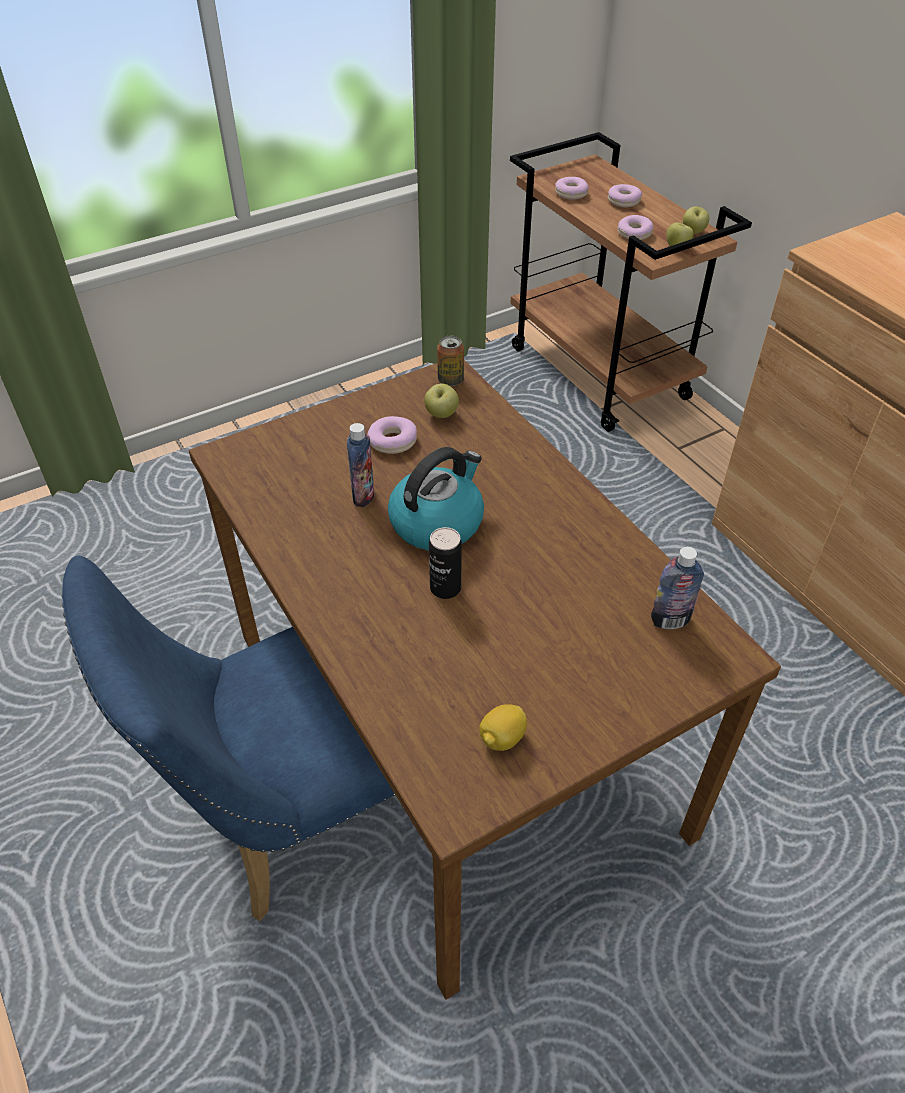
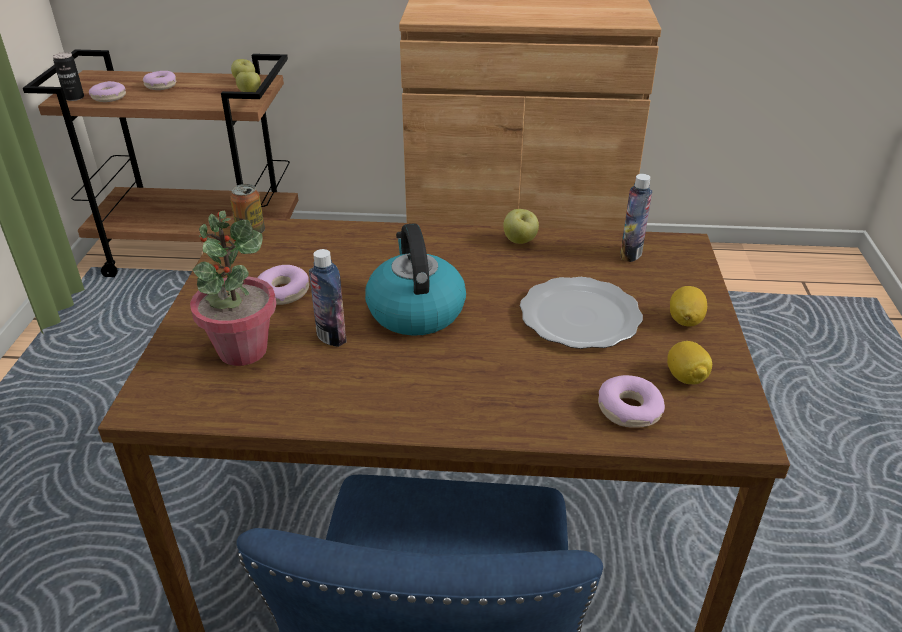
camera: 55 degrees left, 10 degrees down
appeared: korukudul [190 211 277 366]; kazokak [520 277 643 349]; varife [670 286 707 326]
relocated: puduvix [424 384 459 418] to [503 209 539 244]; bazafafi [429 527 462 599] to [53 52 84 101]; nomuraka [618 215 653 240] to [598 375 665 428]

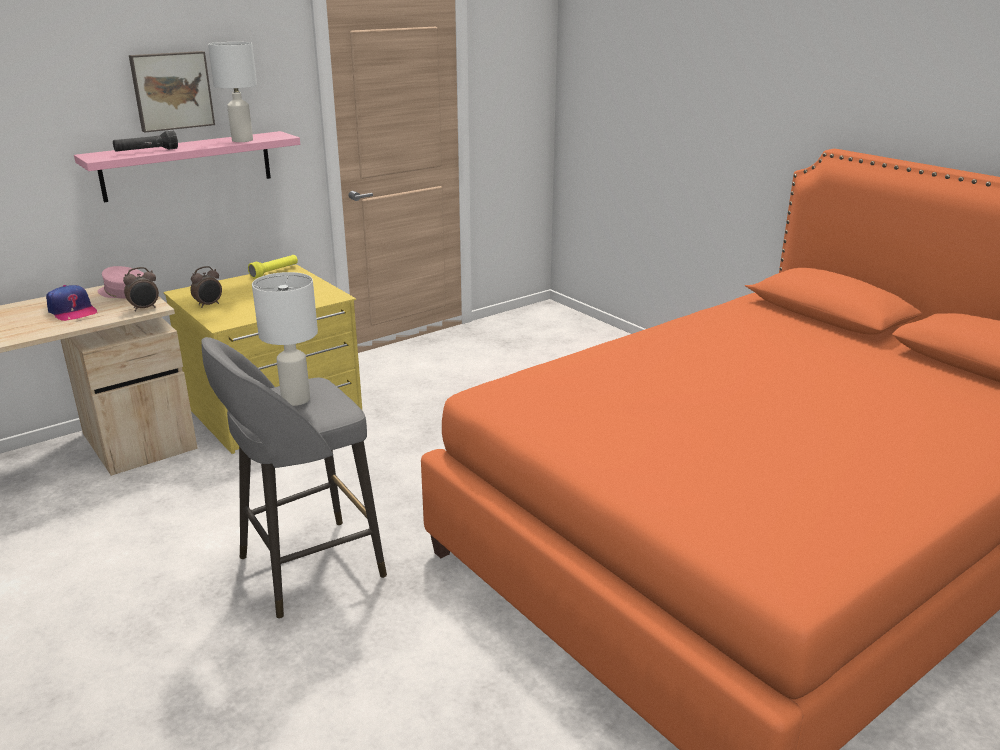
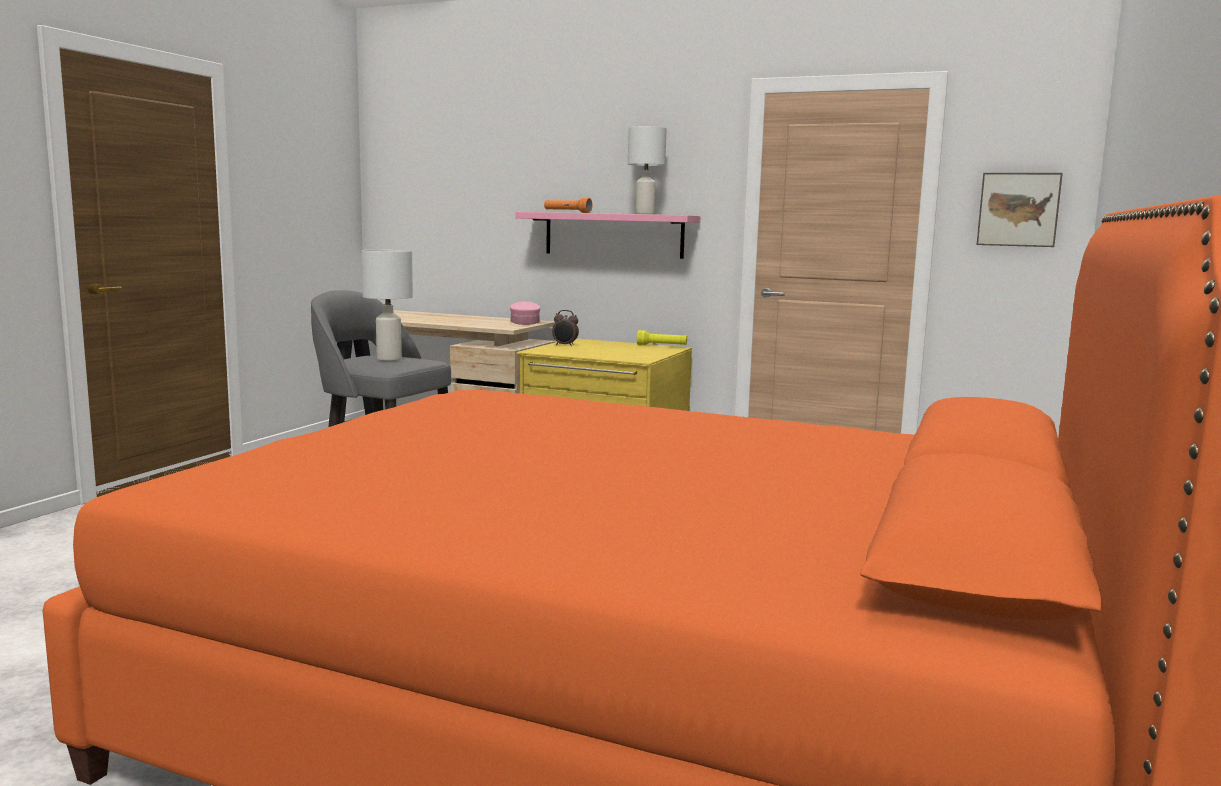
camera: 60 degrees right, 15 degrees down
missing: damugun [46 285 97 321]; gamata [123 267 159 311]
relocated: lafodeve [129 51 215 132] to [976 173 1063 247]
colour: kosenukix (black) [113 131 178 152] to kosenukix (orange) [544 198 592 213]

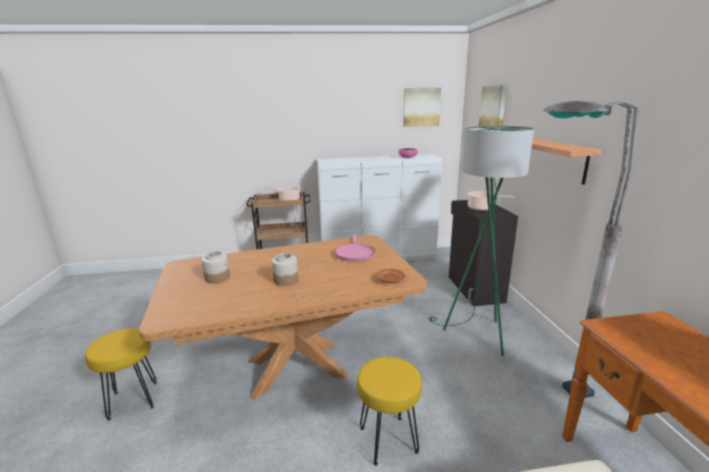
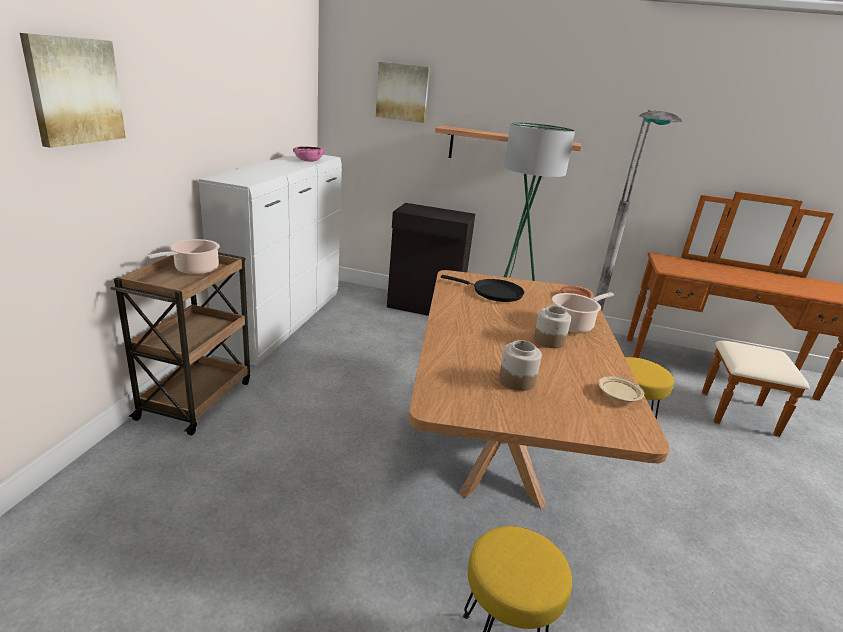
camera: 70 degrees left, 5 degrees up
appeared: kazokak (beige) [599 376 644 402]
relocated: lafodeve [403 87 441 127] to [20 33 126 148]; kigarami [467 191 514 211] to [552 292 614 333]
colour: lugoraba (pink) [335 234 375 262] to lugoraba (black) [441 275 524 302]

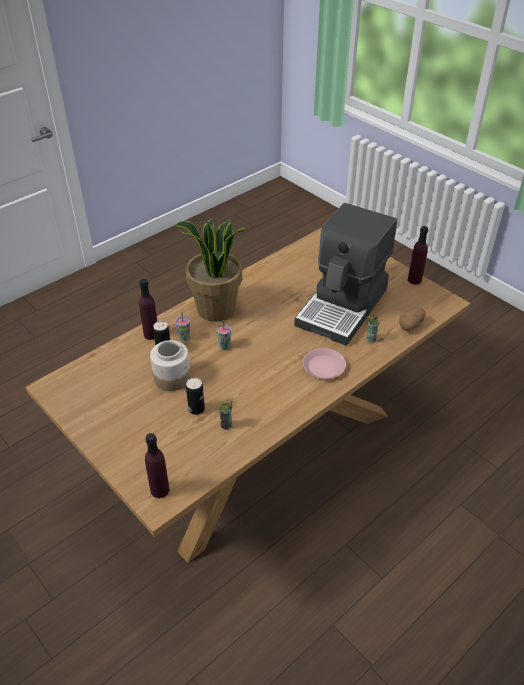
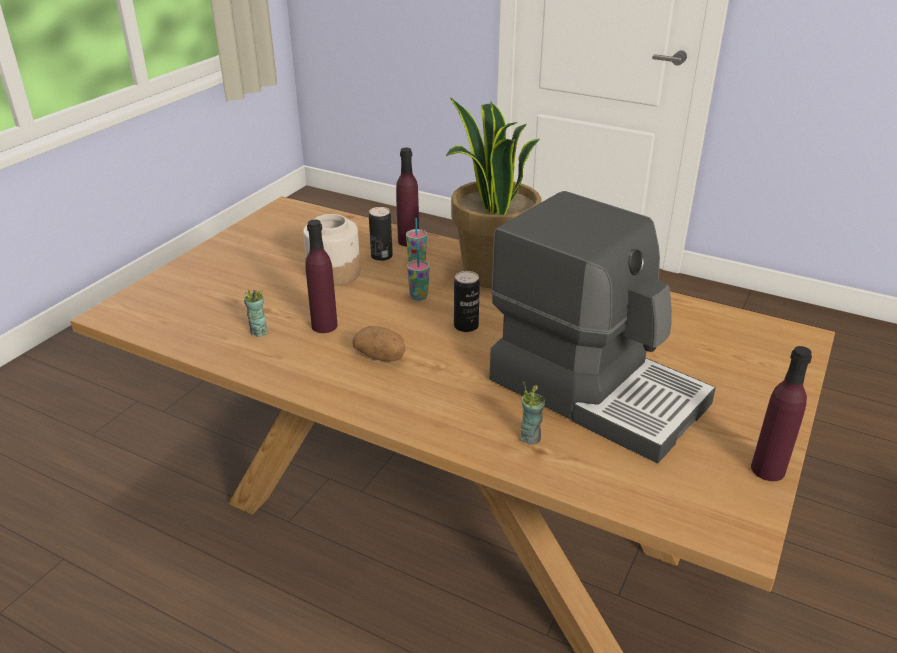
camera: 70 degrees right, 10 degrees down
missing: kazokak (pink) [303 348 346 379]
relocated: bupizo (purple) [145 433 169 498] to [305 220 337 333]; bazafafi [186 378 205 415] to [454 271 480 332]; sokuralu [399 308 425 331] to [352 326 405 362]
spun: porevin [294 203 397 346] = [490 191 716 463] 150 degrees counterclockwise

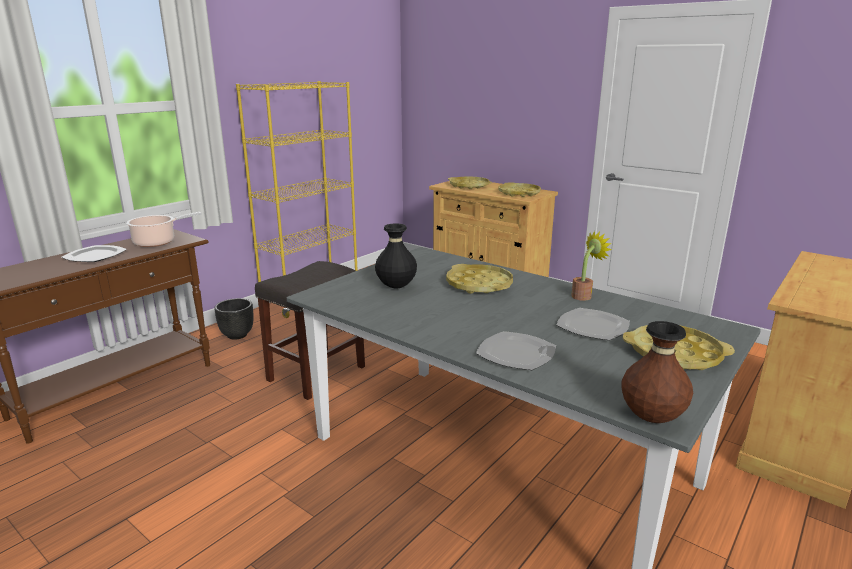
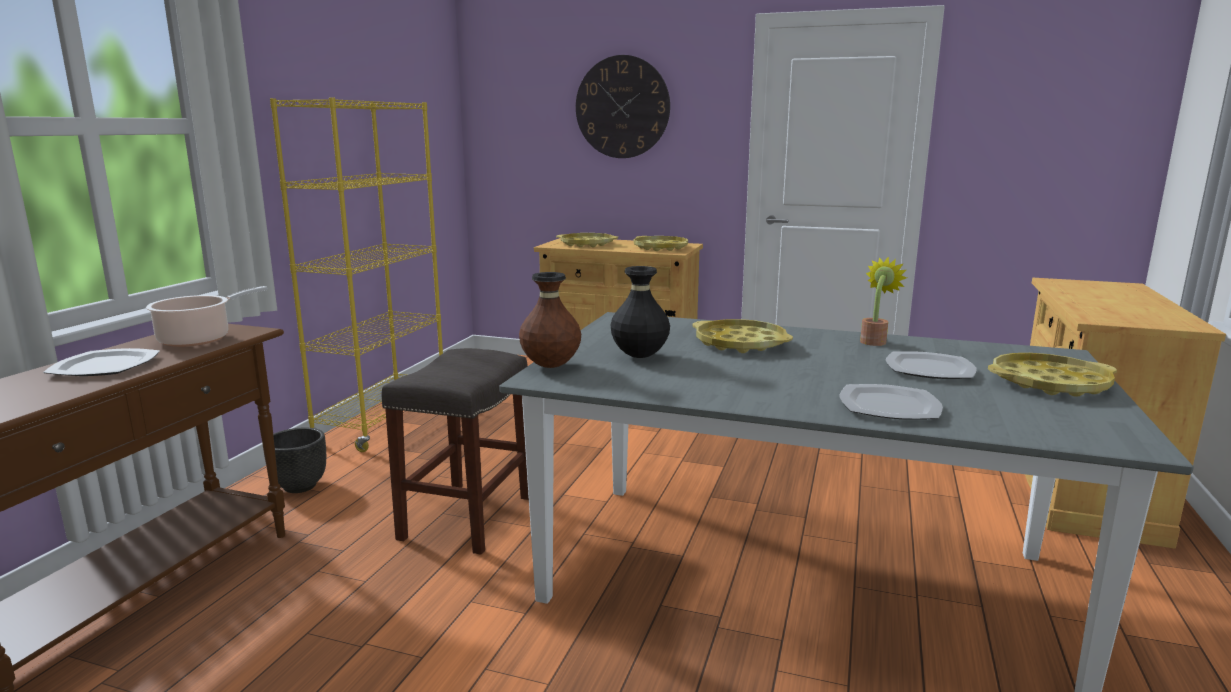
camera: 20 degrees left, 5 degrees down
appeared: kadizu [576 55 670 158]
relocated: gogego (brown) [621 321 693 423] to [519 272 581 368]

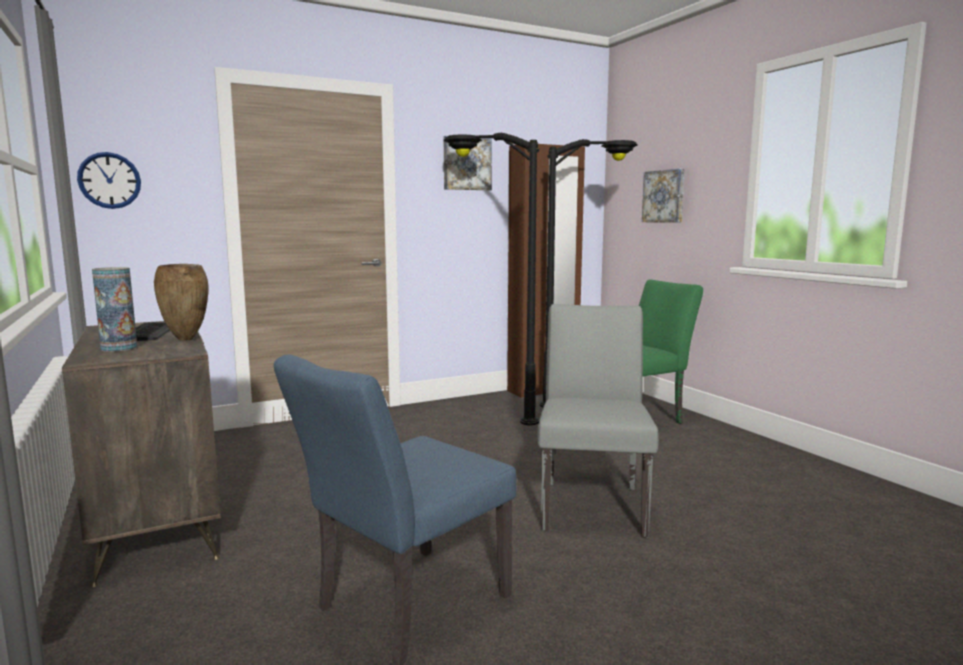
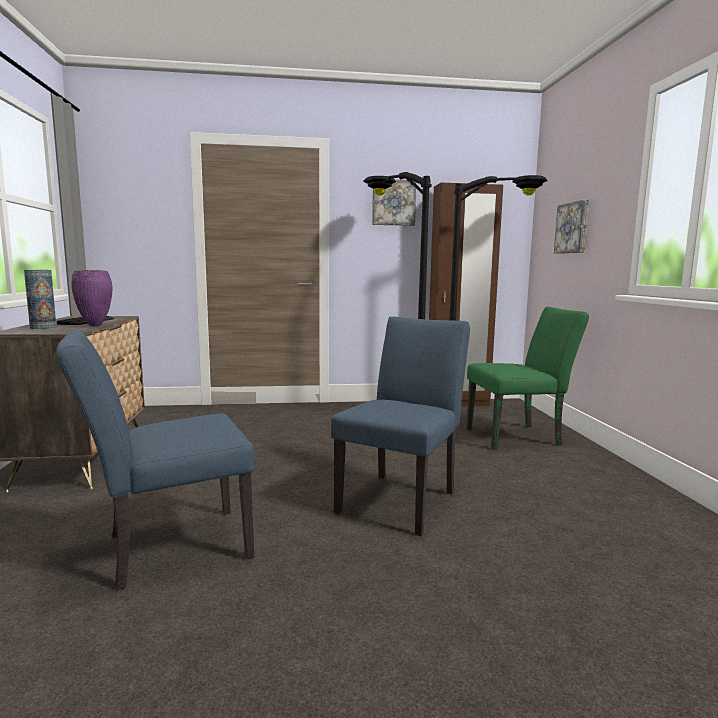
camera: 20 degrees right, 0 degrees up
missing: kadizu [77 152 141 209]
colour: gogego (brown) [154 264 209 341] to gogego (purple) [72 270 113 326]; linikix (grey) [537 304 659 538] to linikix (blue) [331 316 470 536]

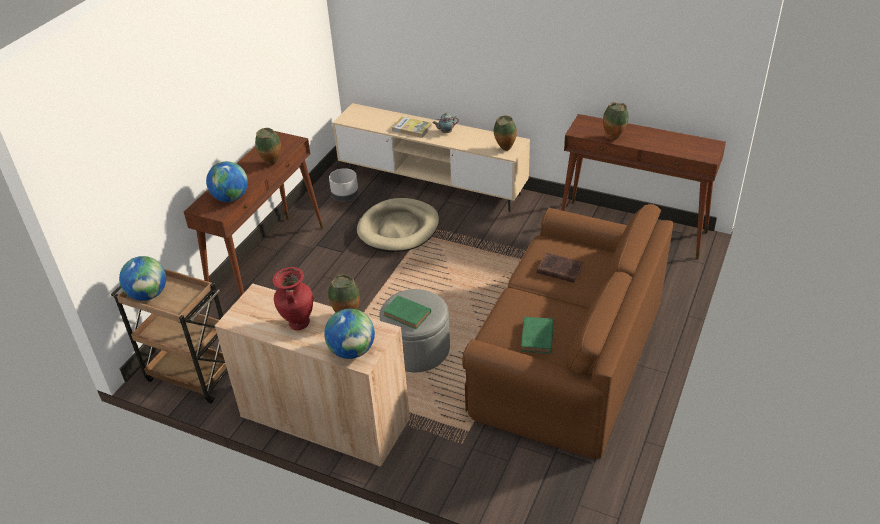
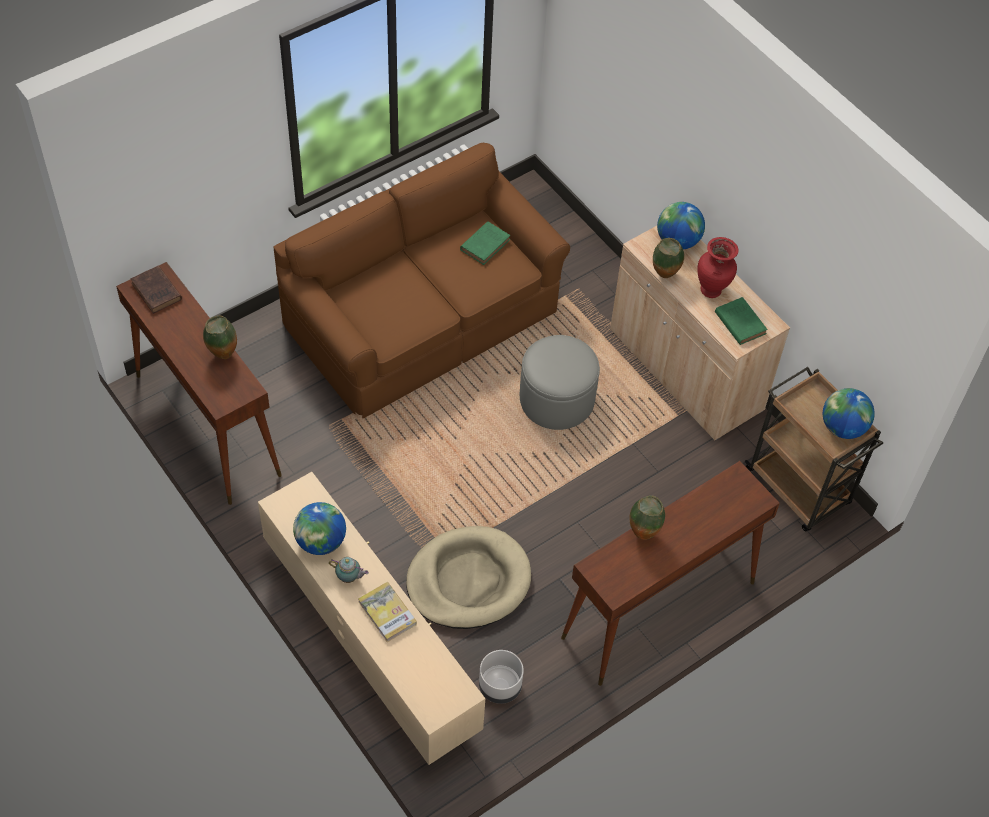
camera: 155 degrees left, 15 degrees up
missing: gogego [494 116 517 151]
relocated: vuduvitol [206 161 248 202] to [293 502 346 555]; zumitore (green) [383 295 431 329] to [715 297 768 345]; zumitore (brown) [537 253 583 283] to [131 266 182 314]

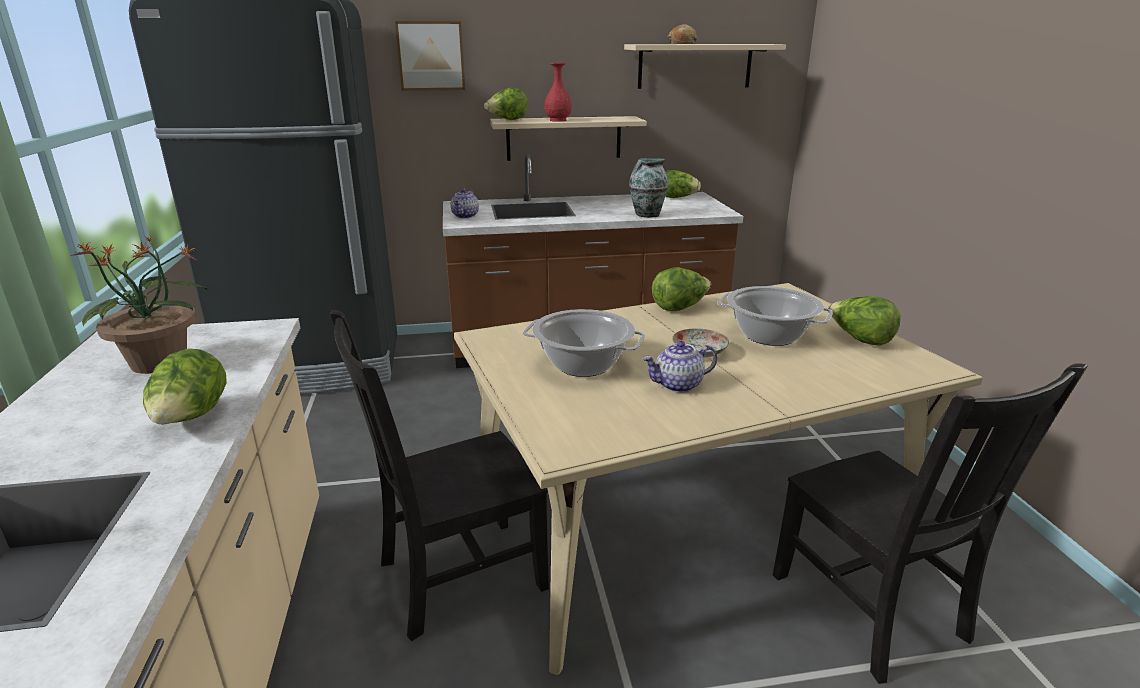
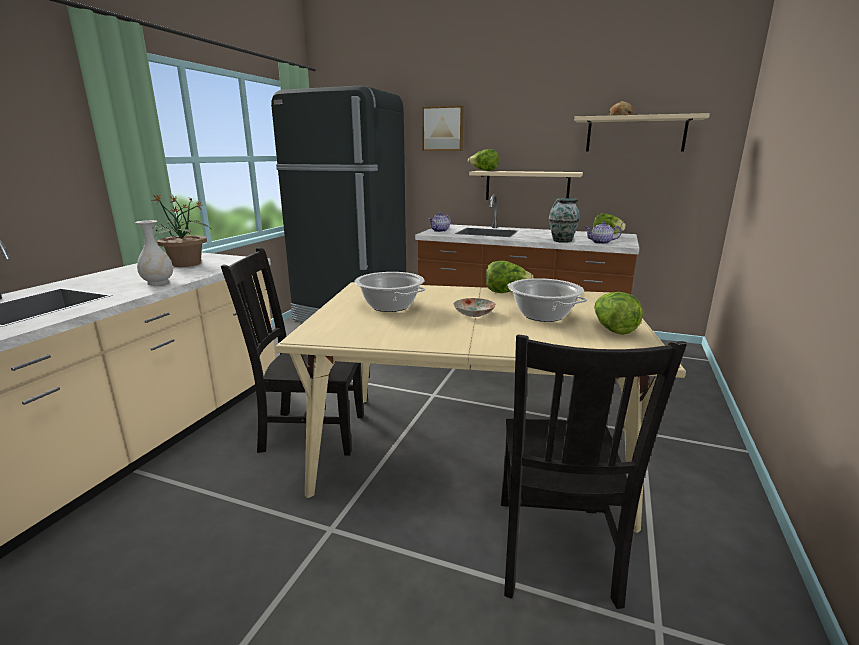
camera: 30 degrees right, 5 degrees down
missing: gogego (red) [545 63 572 122]
relocated: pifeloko [642 341 717 393] to [585 221 622 244]
exchanged: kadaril [143 348 227 424] to gogego (white) [135 220 173 285]

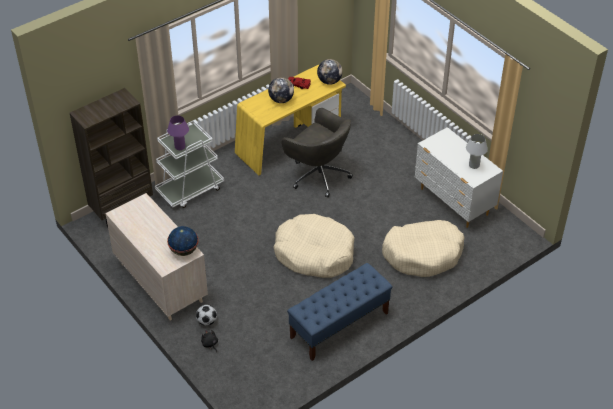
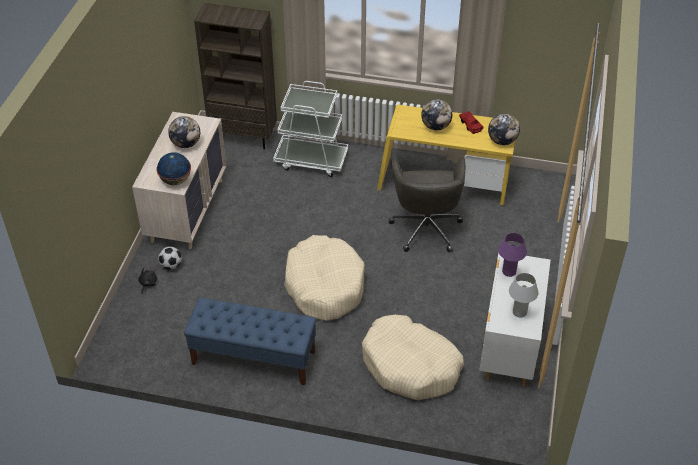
camera: 50 degrees right, 0 degrees up
appeared: vuduvitol [168 116 200 148]
relocated: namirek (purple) [167 115 189 150] to [498 233 527 277]

